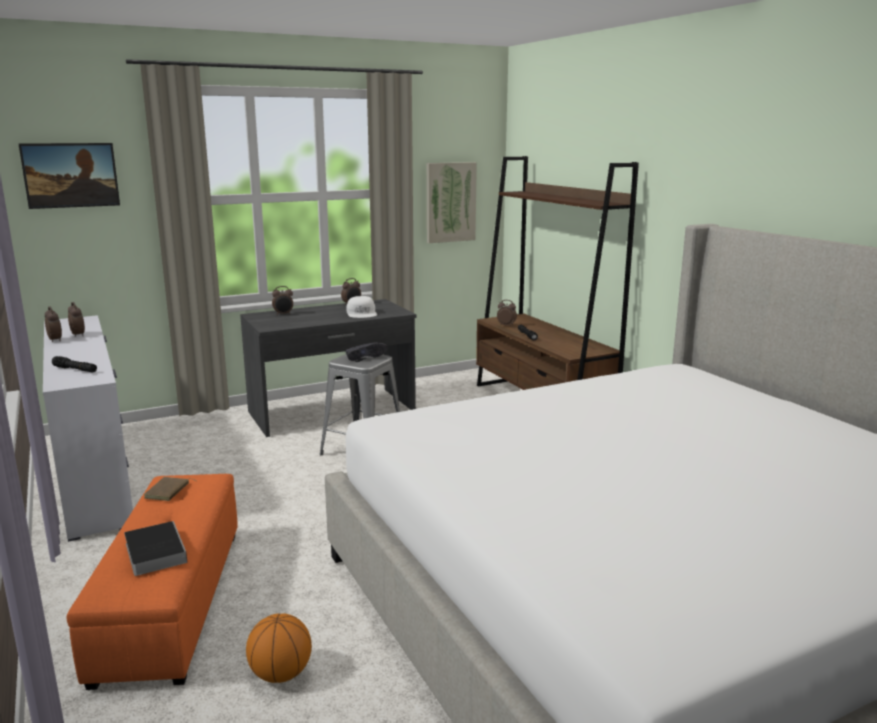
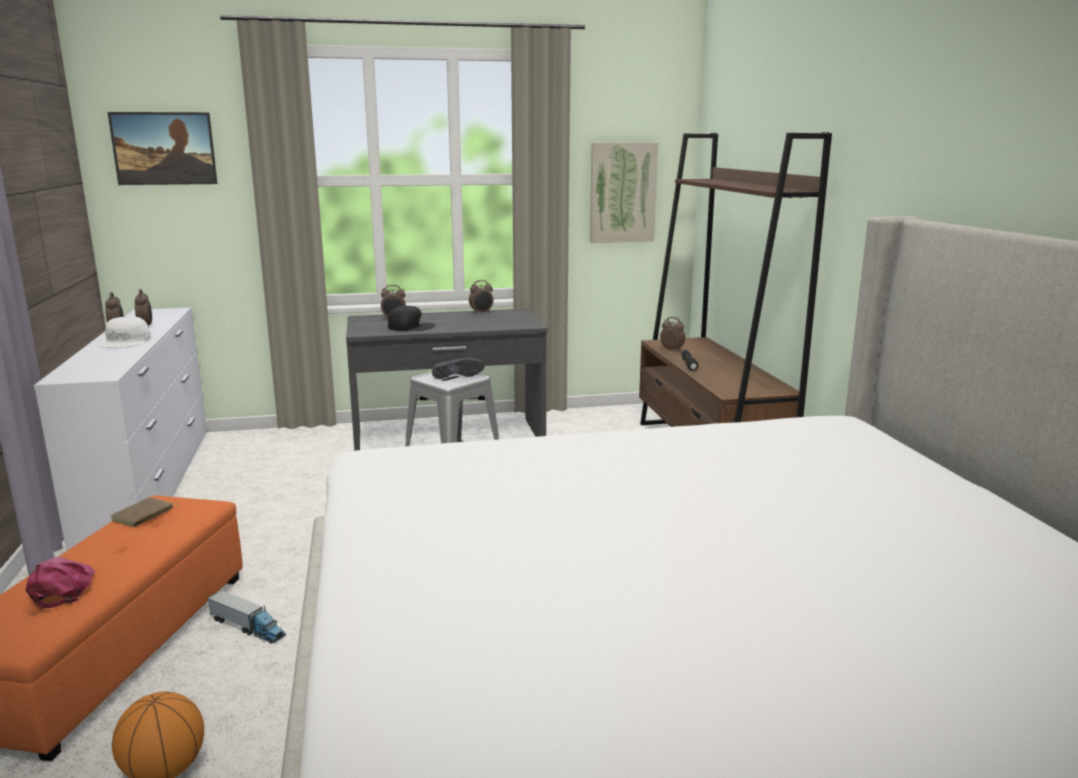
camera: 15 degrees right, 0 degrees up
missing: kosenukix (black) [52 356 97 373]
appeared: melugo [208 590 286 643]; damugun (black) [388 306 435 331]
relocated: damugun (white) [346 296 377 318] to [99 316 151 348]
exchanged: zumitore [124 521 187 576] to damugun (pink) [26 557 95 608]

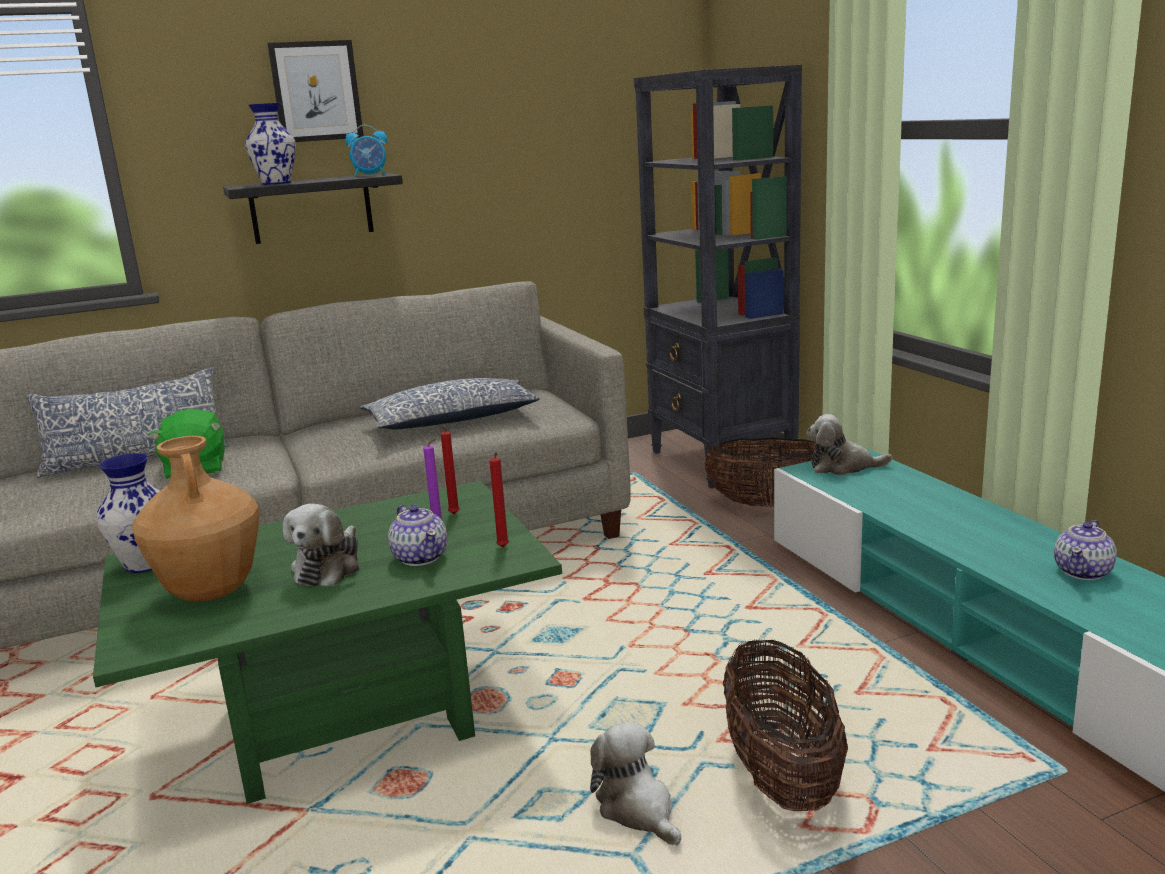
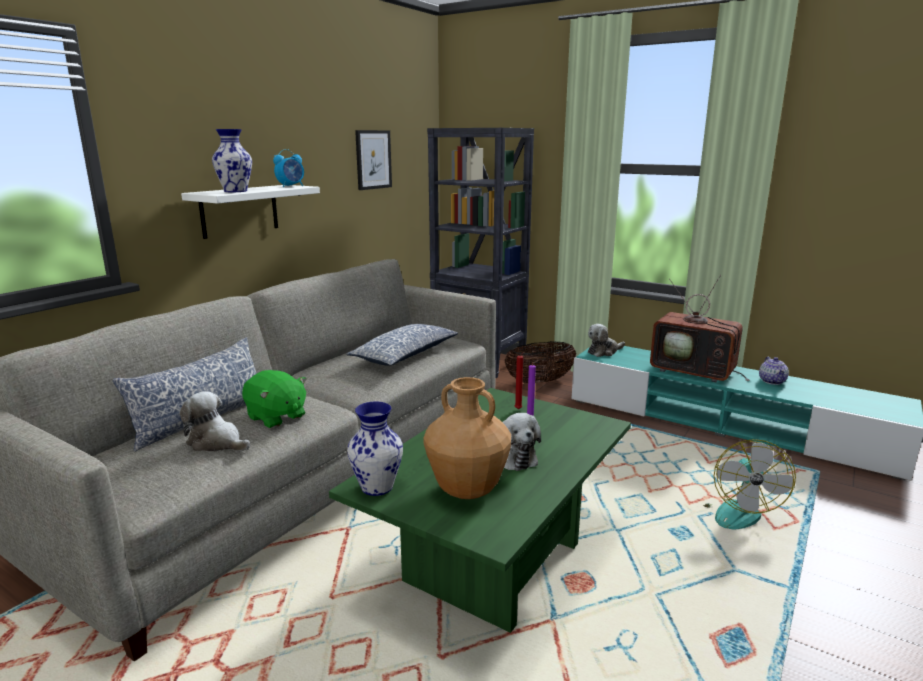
camera: 35 degrees left, 0 degrees up
missing: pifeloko [388 505 448 566]; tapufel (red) [489 452 509 547]
appeared: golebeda [650 275 750 382]
relocated: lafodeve [267 40 364 142] to [355 130 392 190]; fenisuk [590 722 681 846] to [180 391 250 452]
exchanged: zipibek [723 639 848 811] to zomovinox [703 439 796 529]
colour: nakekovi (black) [223 173 403 244] to nakekovi (white) [181 185 320 239]

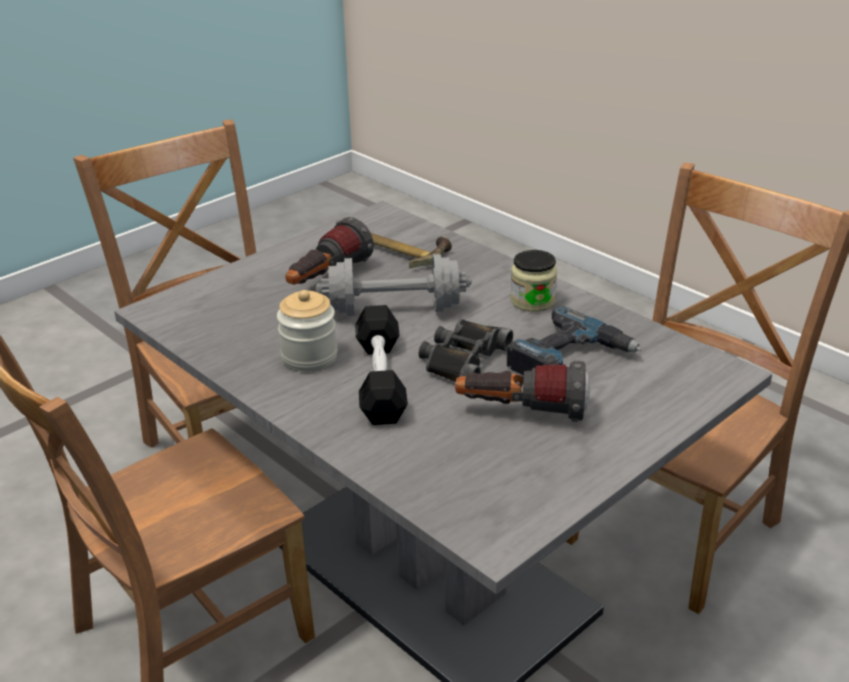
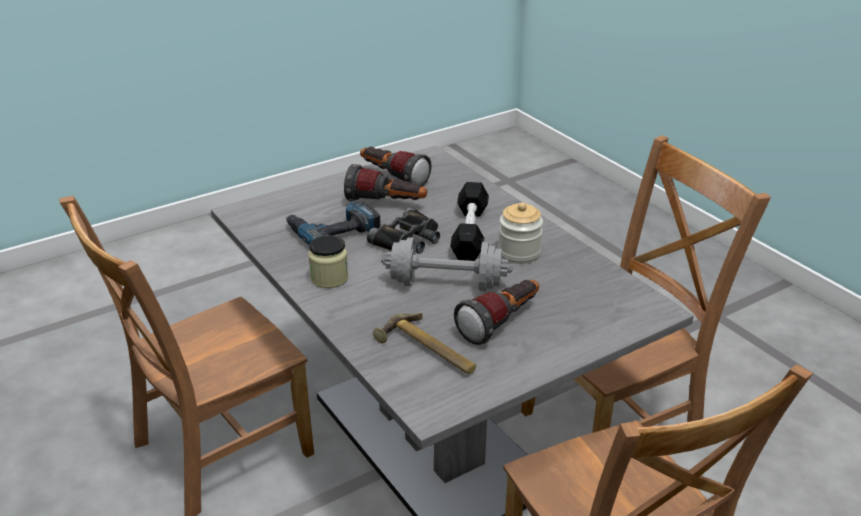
camera: 170 degrees left, 0 degrees up
appeared: kosenukix [360 147 432 187]

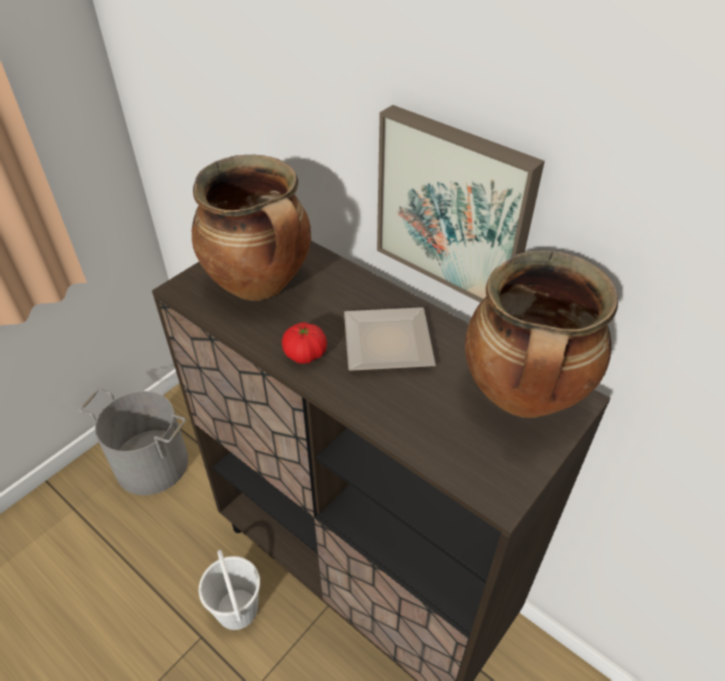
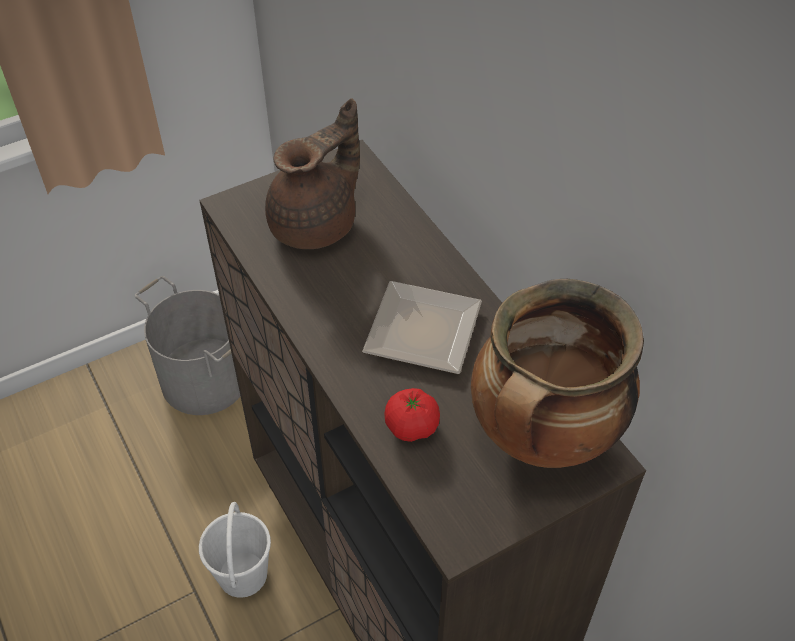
camera: 20 degrees right, 5 degrees up
missing: lafodeve [377 105 545 303]
relocated: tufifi [282 322 327 364] to [384 388 440 442]
exchanged: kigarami [192 155 311 301] to pifeloko (brown) [265 98 360 249]

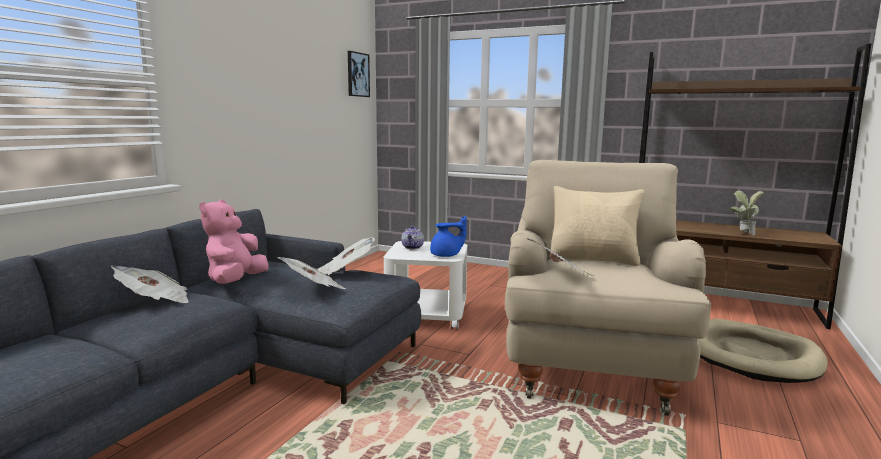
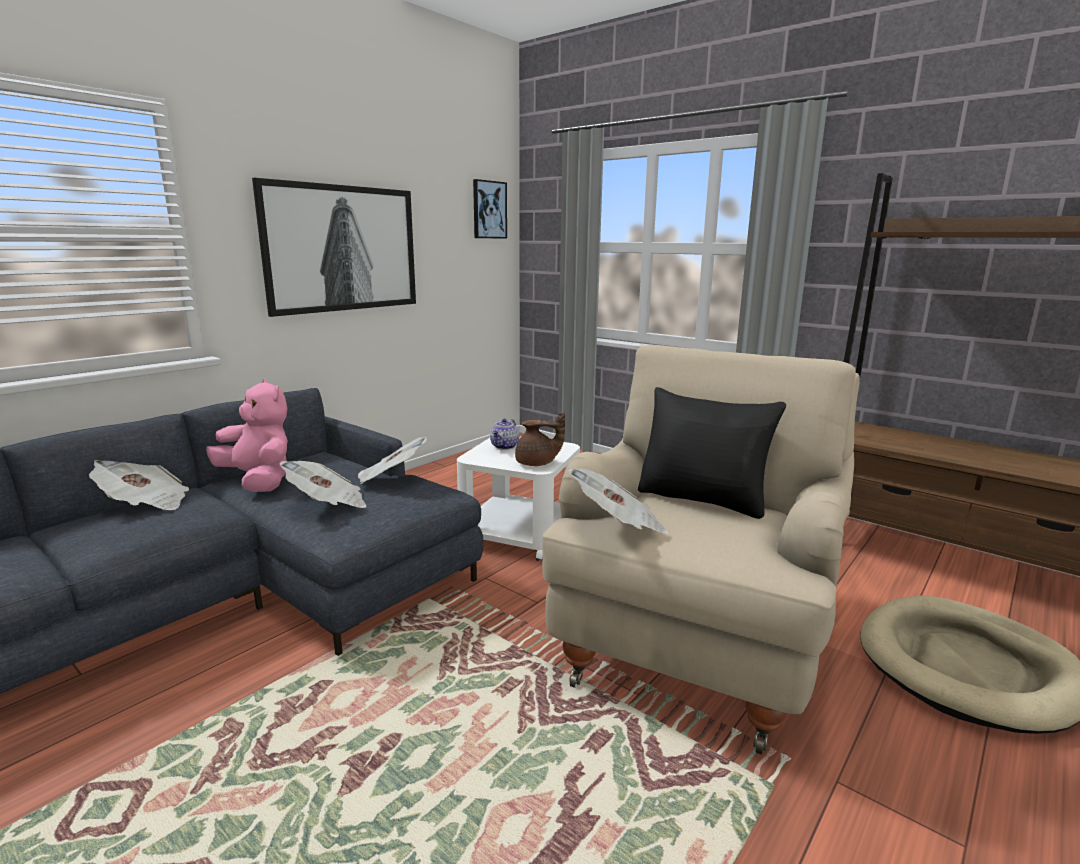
camera: 15 degrees right, 5 degrees up
missing: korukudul [729 191 764 236]
appeared: lafodeve [252 178 416 317]
colour: pifeloko (blue) [430 216 467 257] to pifeloko (brown) [515 412 565 466]; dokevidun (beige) [550 186 645 266] to dokevidun (black) [638 387 786 519]
spun: fenisuk (pink) [199 200 269 284] = [206 379 288 492] 105 degrees clockwise

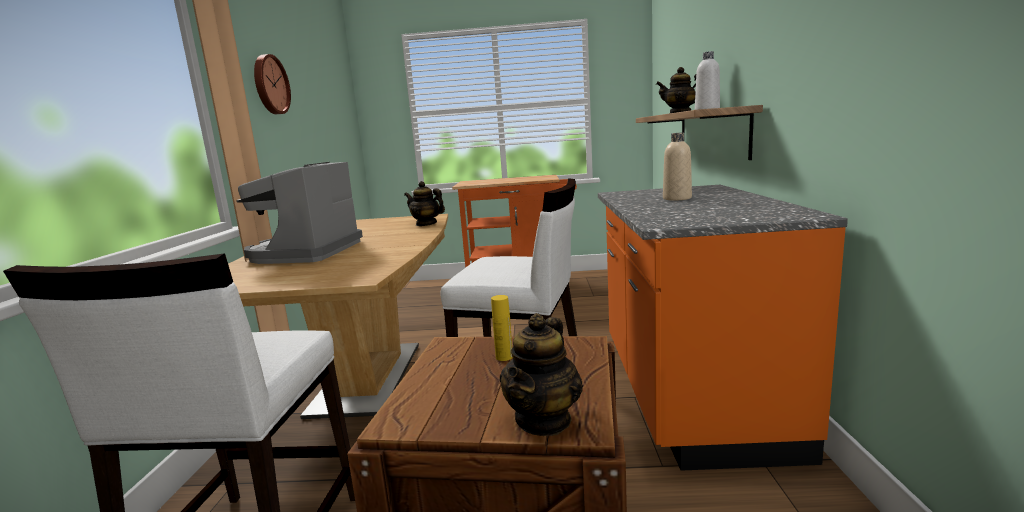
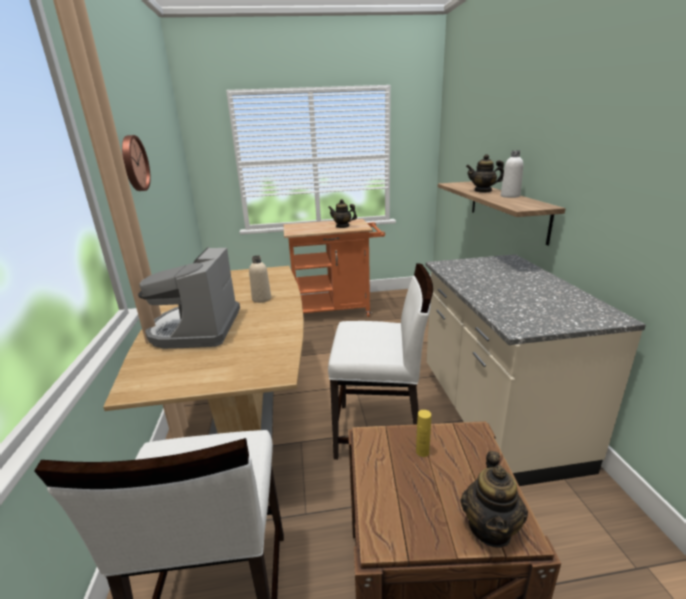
camera: 10 degrees left, 10 degrees up
relocated: pifeloko [404 181 445 226] to [328 199 357 228]; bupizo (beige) [663 132 692 200] to [249 255 271 303]
colour: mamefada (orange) [598 185 848 471] to mamefada (beige) [426 254 646 486]

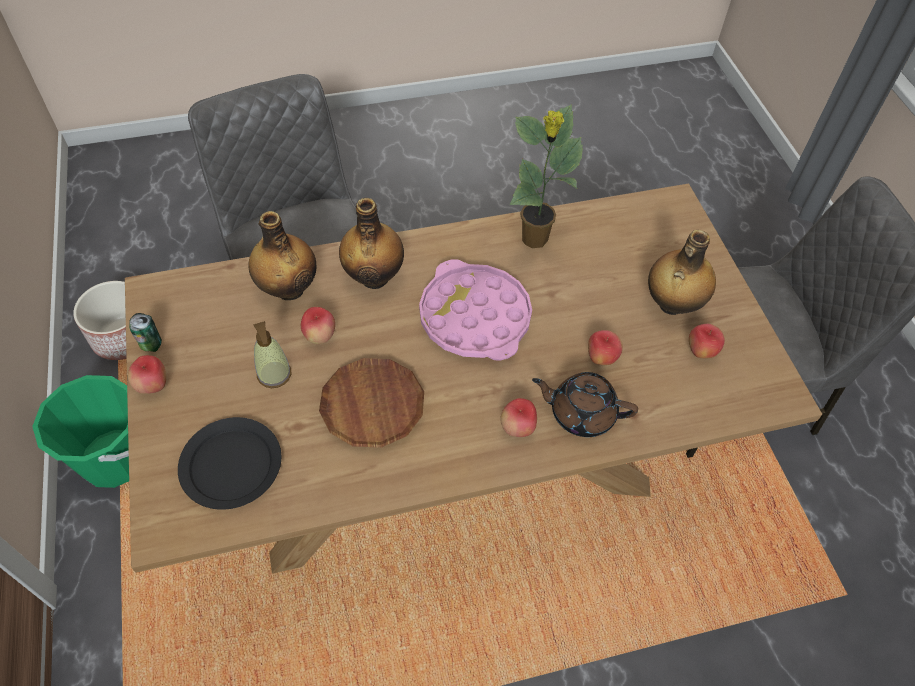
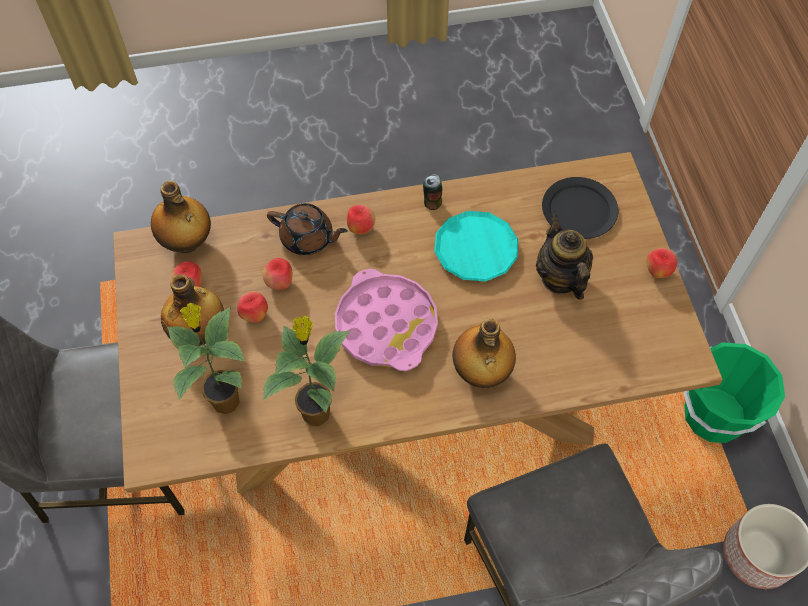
camera: 175 degrees left, 5 degrees up
appeared: korukudul [167 303 245 414]
relocated: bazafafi [129 313 162 352] to [423 174 442 210]; bupizo [248 211 316 300] to [151 181 211 253]; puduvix [301 307 335 344] to [237 291 268 323]
exchanged: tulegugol [253 321 291 388] to pifeloko [536 214 593 300]
colour: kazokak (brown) [319 358 424 448] to kazokak (turquoise) [434 211 518 281]

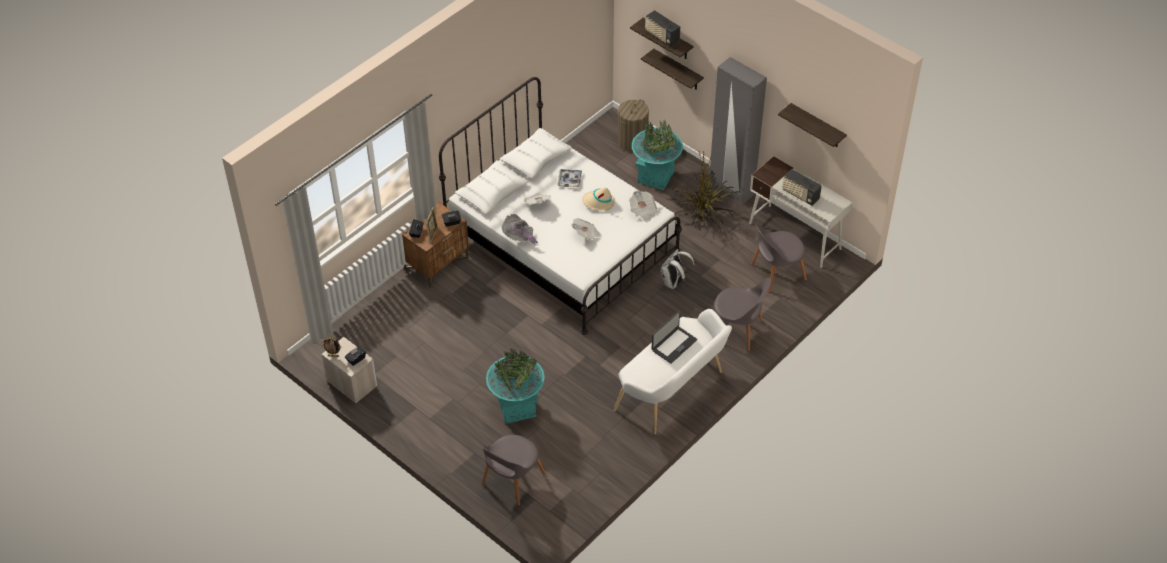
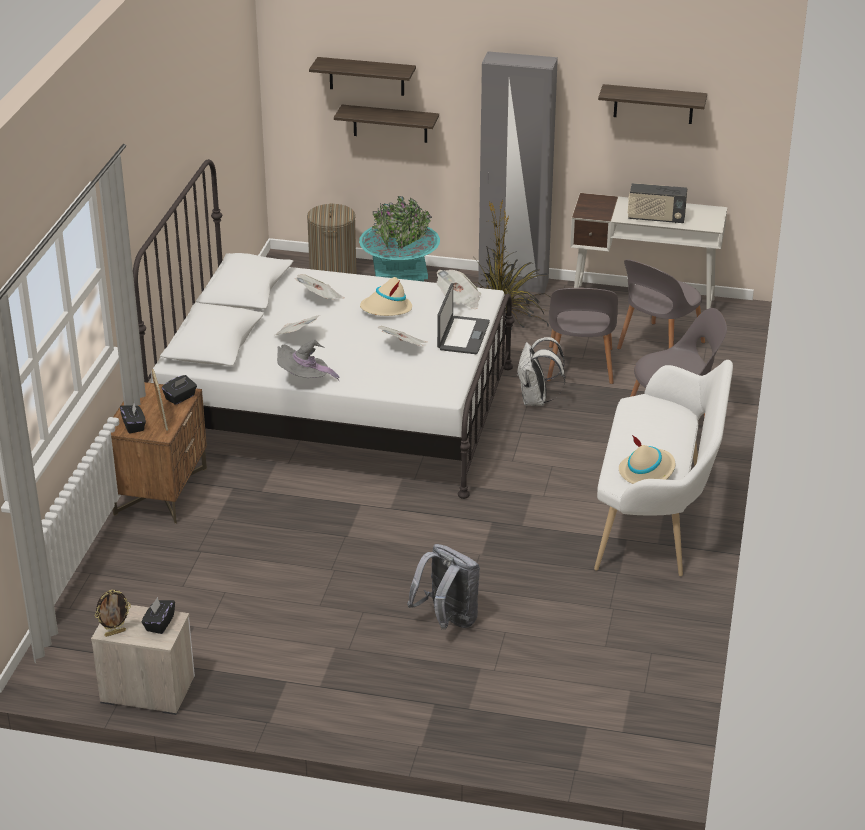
camera: 30 degrees left, 15 degrees down
missing: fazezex [645 10 680 47]
appeared: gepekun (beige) [619 435 675 484]
relocated: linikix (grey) [479 435 545 506] to [547 288 618 384]; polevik [652 311 698 364] to [437 283 490 354]
exchanged: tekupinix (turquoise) [486 349 545 424] to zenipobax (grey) [407 544 480 630]; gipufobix [557 169 582 187] to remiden [295 274 345 300]

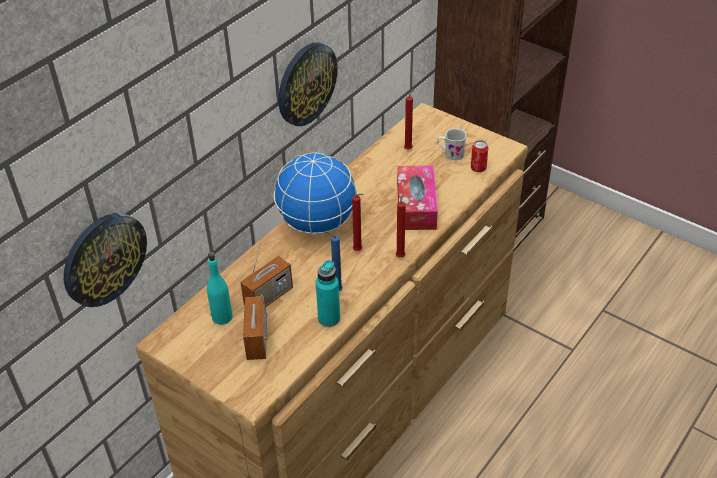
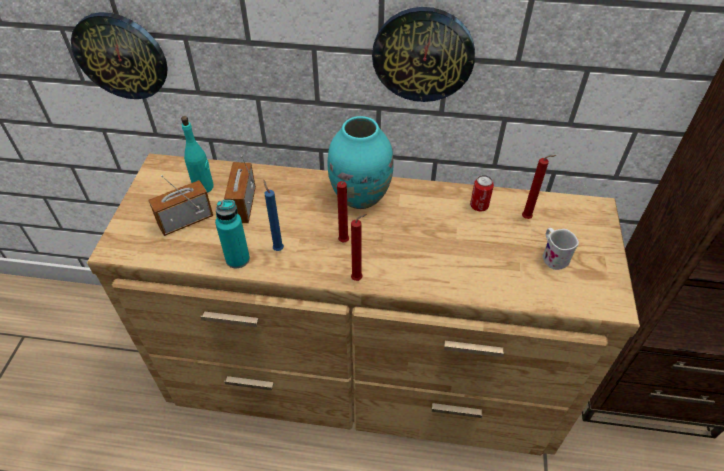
camera: 60 degrees right, 5 degrees up
missing: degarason [397 165 438 230]
relocated: bazafafi [471 140 488 172] to [470 175 494 212]
exchanged: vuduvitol [274 152 357 235] to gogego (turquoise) [327 116 394 209]
spun: fazezex [240 235 293 307] = [224 155 256 223] 75 degrees clockwise

